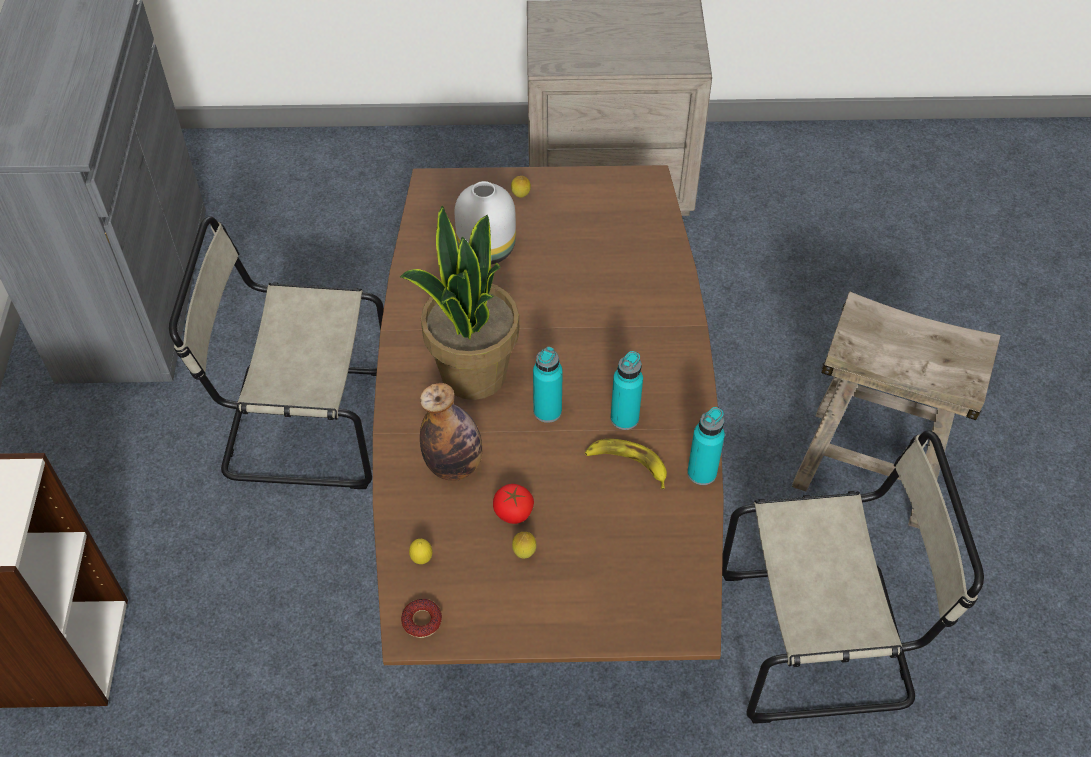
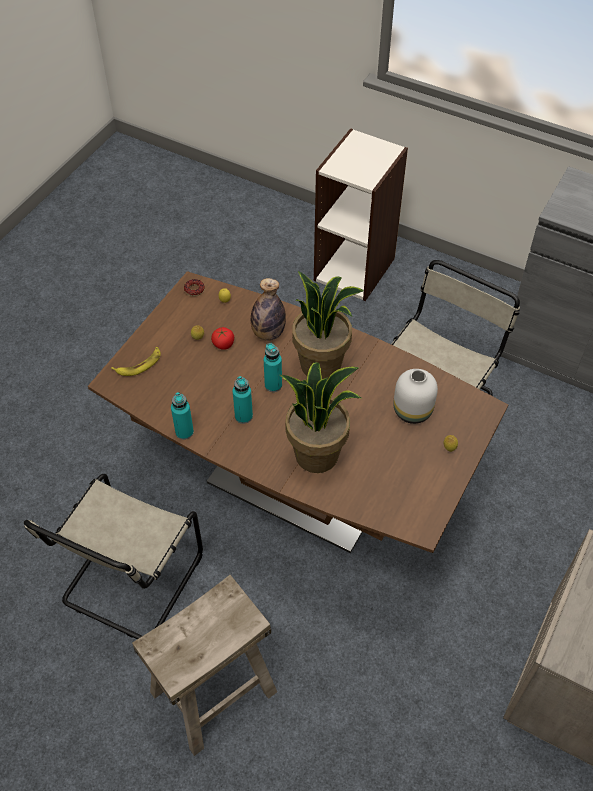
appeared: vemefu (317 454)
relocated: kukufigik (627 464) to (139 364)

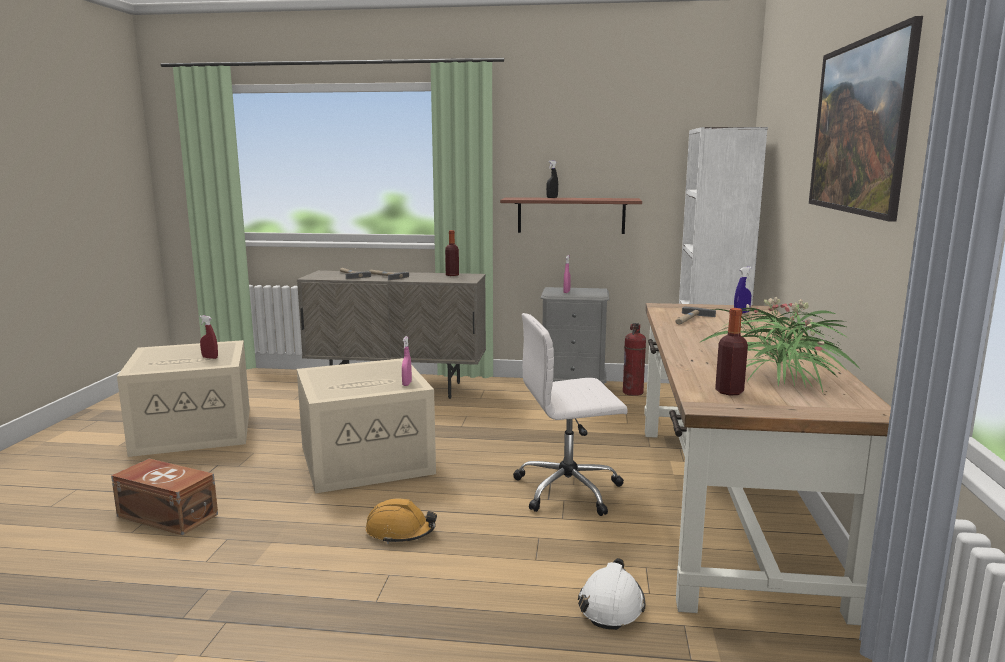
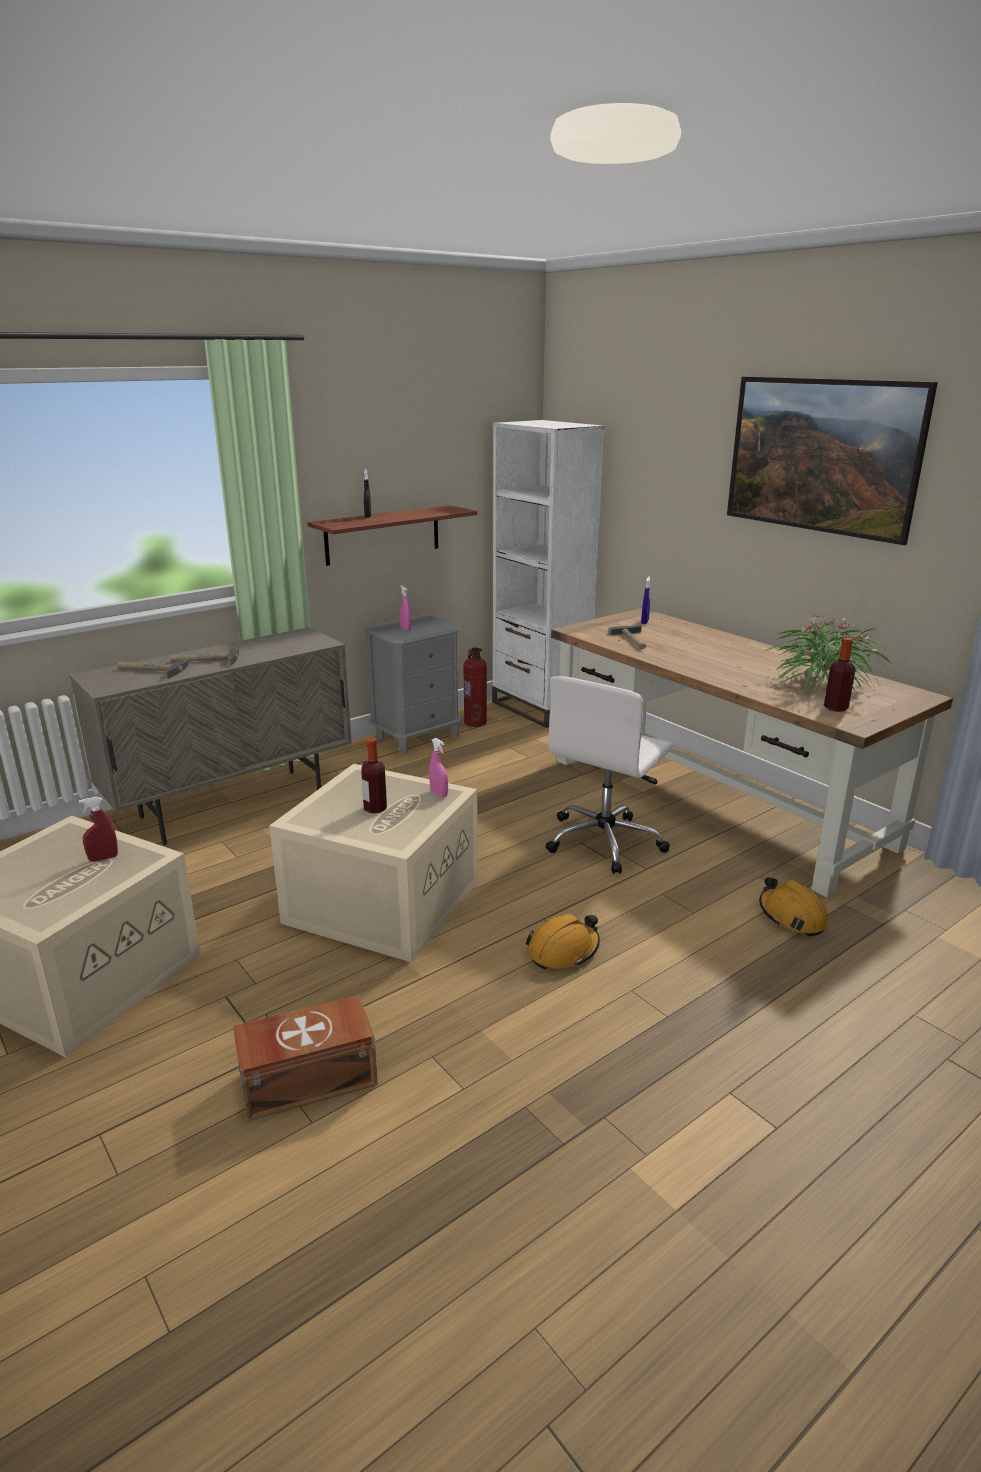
relocated: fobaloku (452 275) to (375 808)
colour: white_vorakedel (611 605) to orange_vorakedel (792 916)

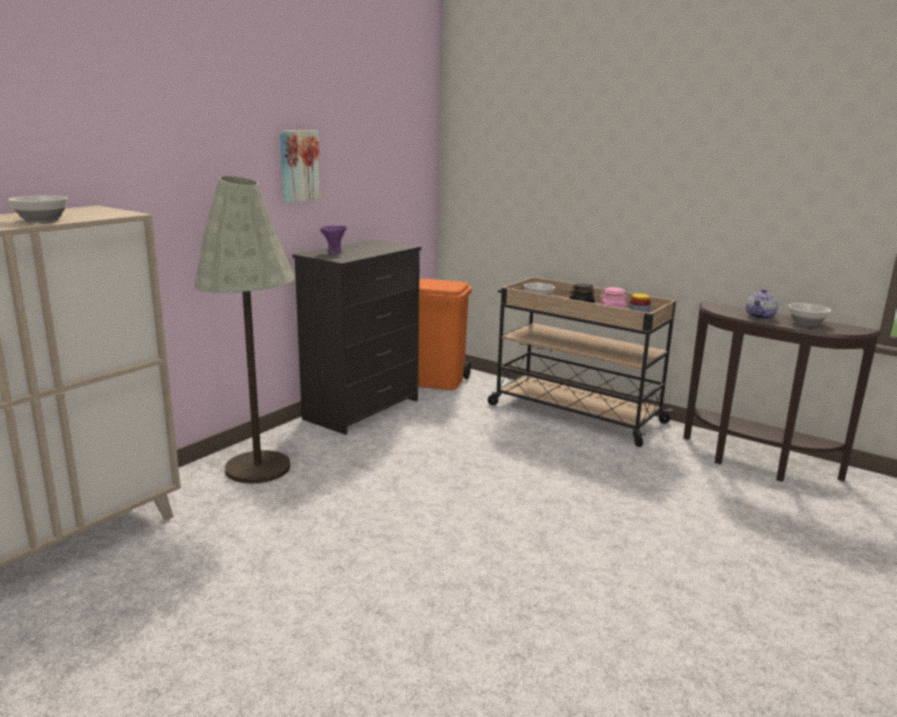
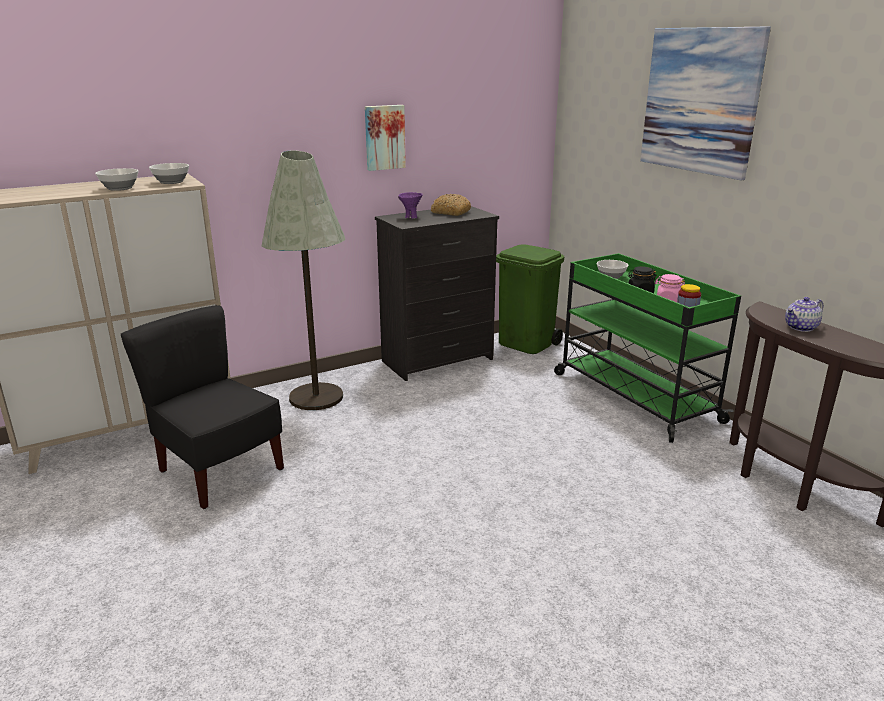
appeared: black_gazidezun (219 471); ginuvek (450 212); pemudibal (700 101)
relocated: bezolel (806 323) to (170 182)
colour: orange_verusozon (438 381) to green_verusozon (526 344); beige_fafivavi (574 413) to green_fafivavi (633 396)

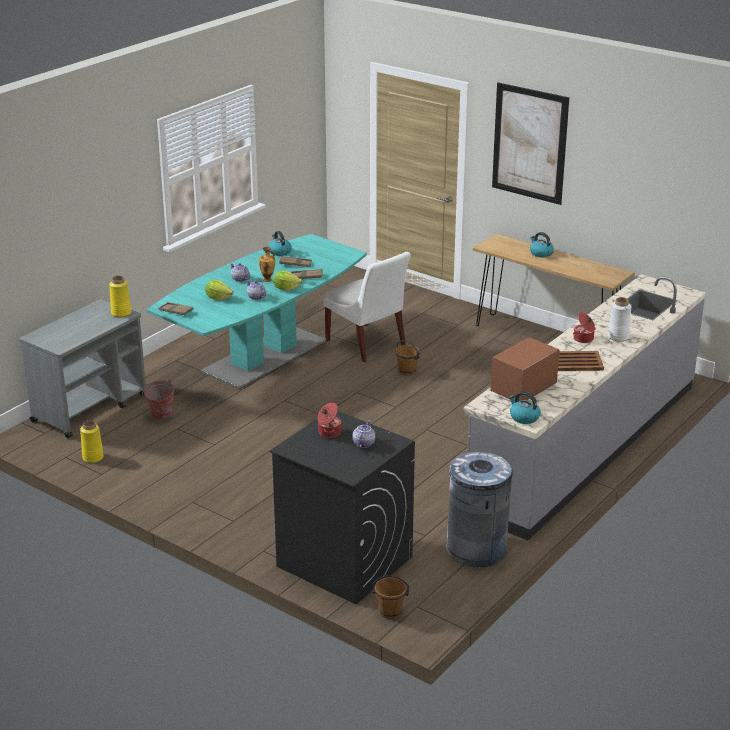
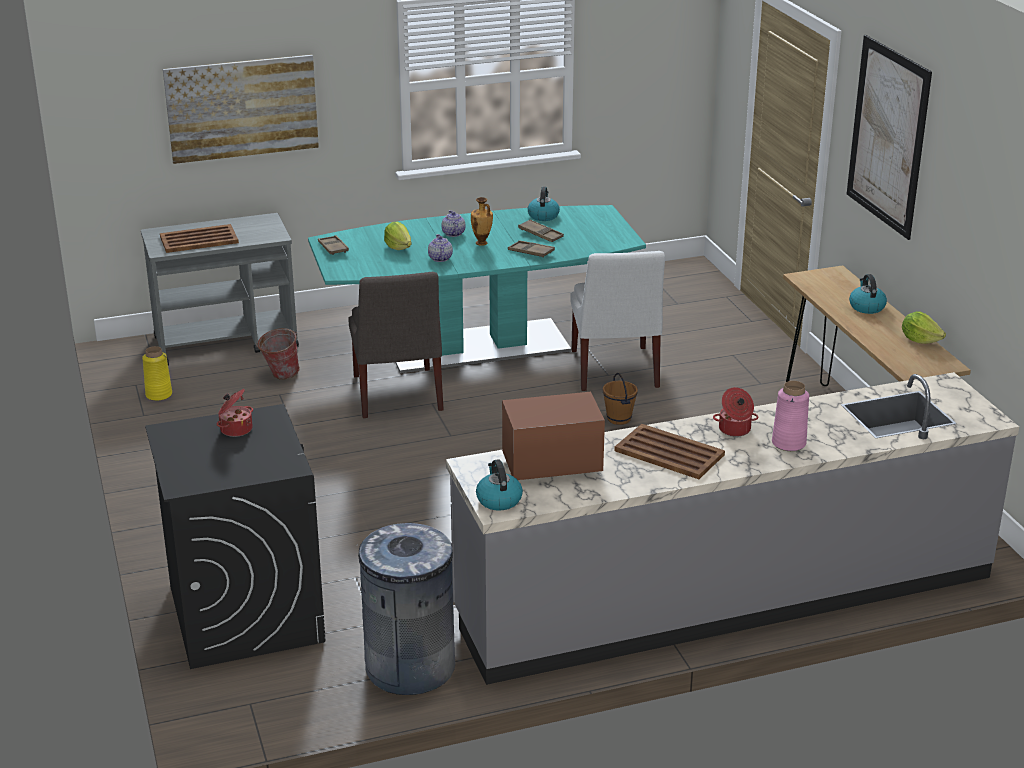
missing: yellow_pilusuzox (121 313); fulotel (363 443); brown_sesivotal (390 612)
appeared: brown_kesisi (200 240); pemudibal (242 108); grey_gazidezun (397 395)
relocated: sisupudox (286 288) to (920 340)
colour: white_pilusuzox (618 337) to pink_pilusuzox (789 443)

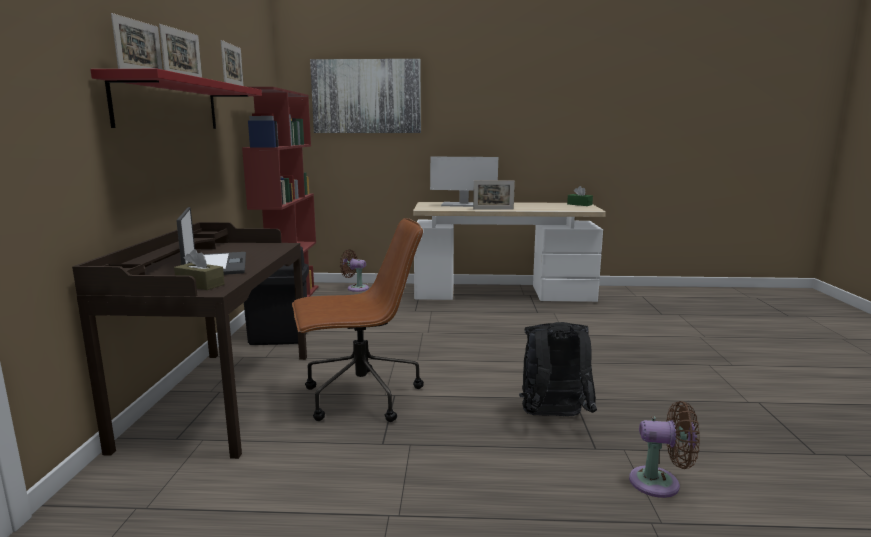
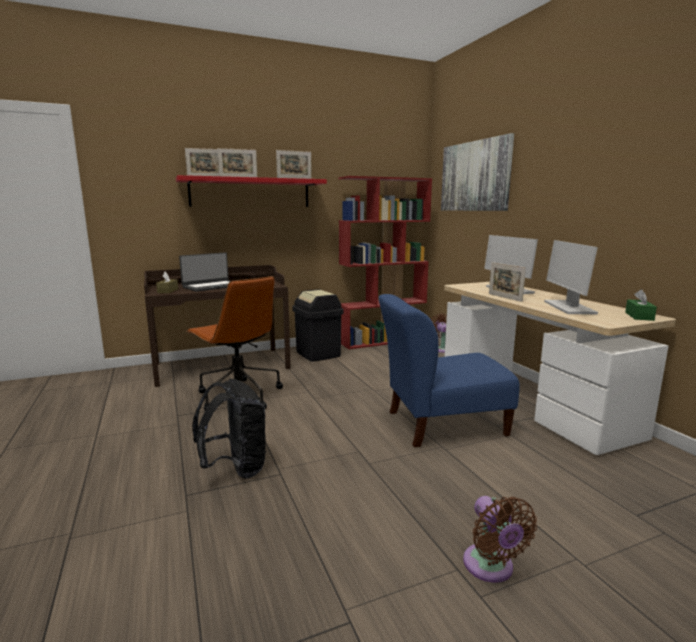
appeared: blue_gazidezun (441 424); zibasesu (568 307)
relocated: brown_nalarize (660 483) to (491 568)

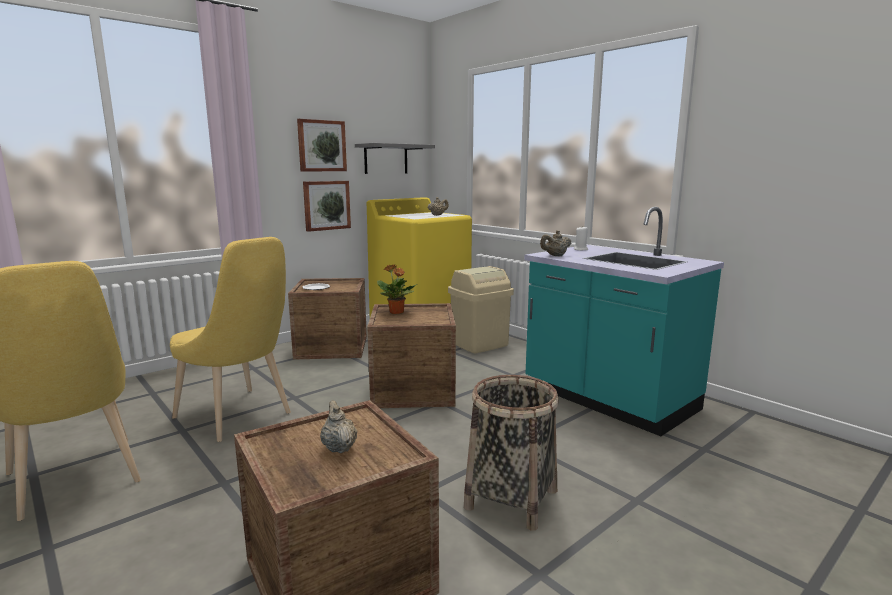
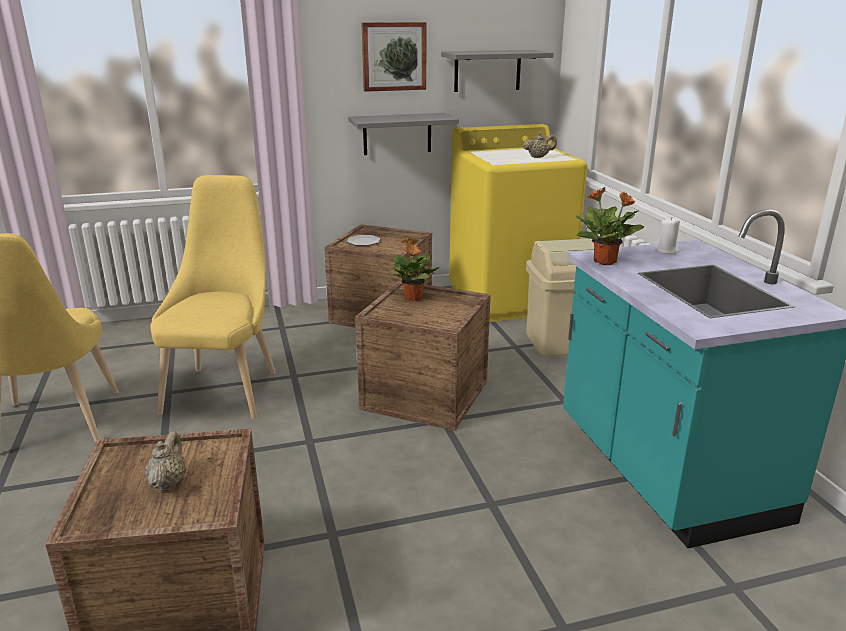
missing: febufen (511 498)
exchanged: pemudibal (326 205) to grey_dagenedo (397 134); beige_fulotel (555 256) to vemefu (605 262)
spun: yellow_gazidezun (238 417) = (225 389) 150 degrees counterclockwise

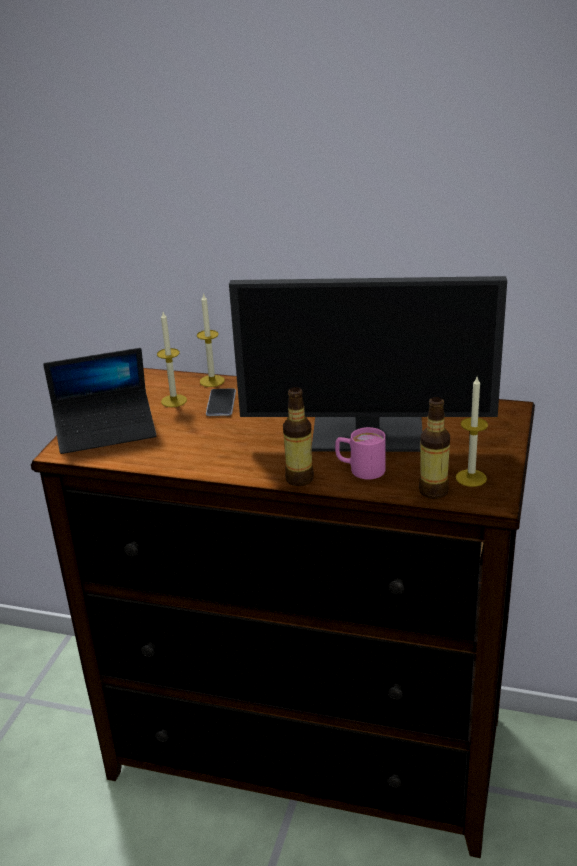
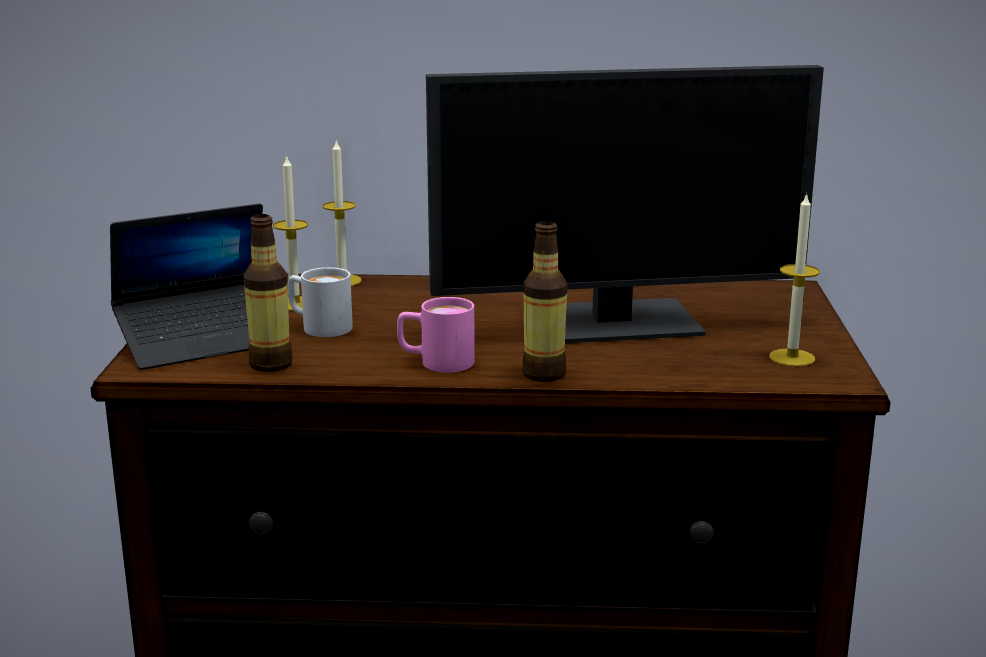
missing: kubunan (221 403)
appeared: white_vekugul (318 327)
relocated: fobaloku (433 491) to (270 365); pink_vekugul (360 469) to (436 362)

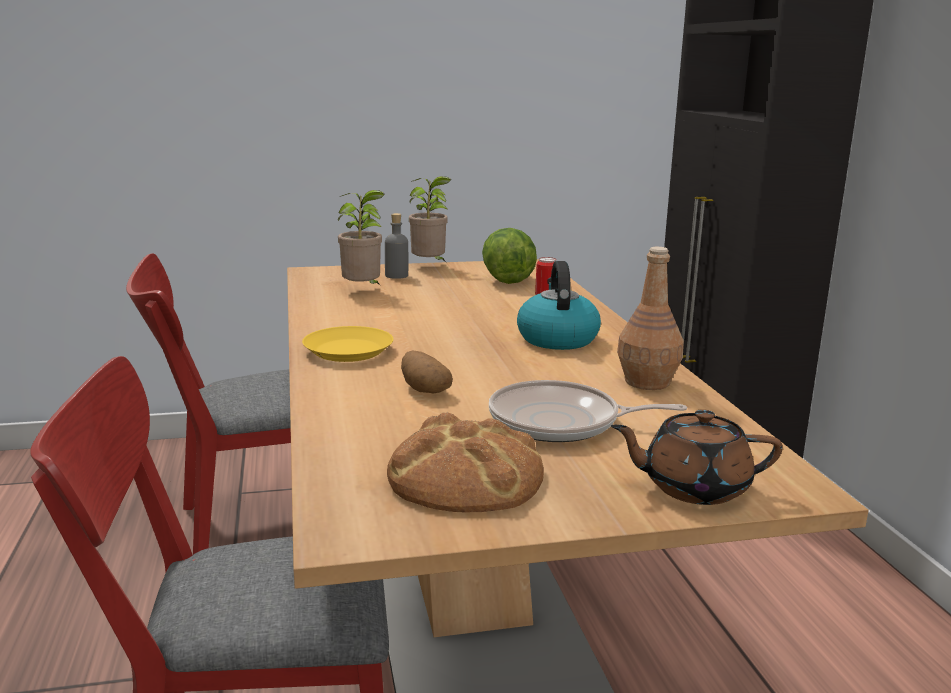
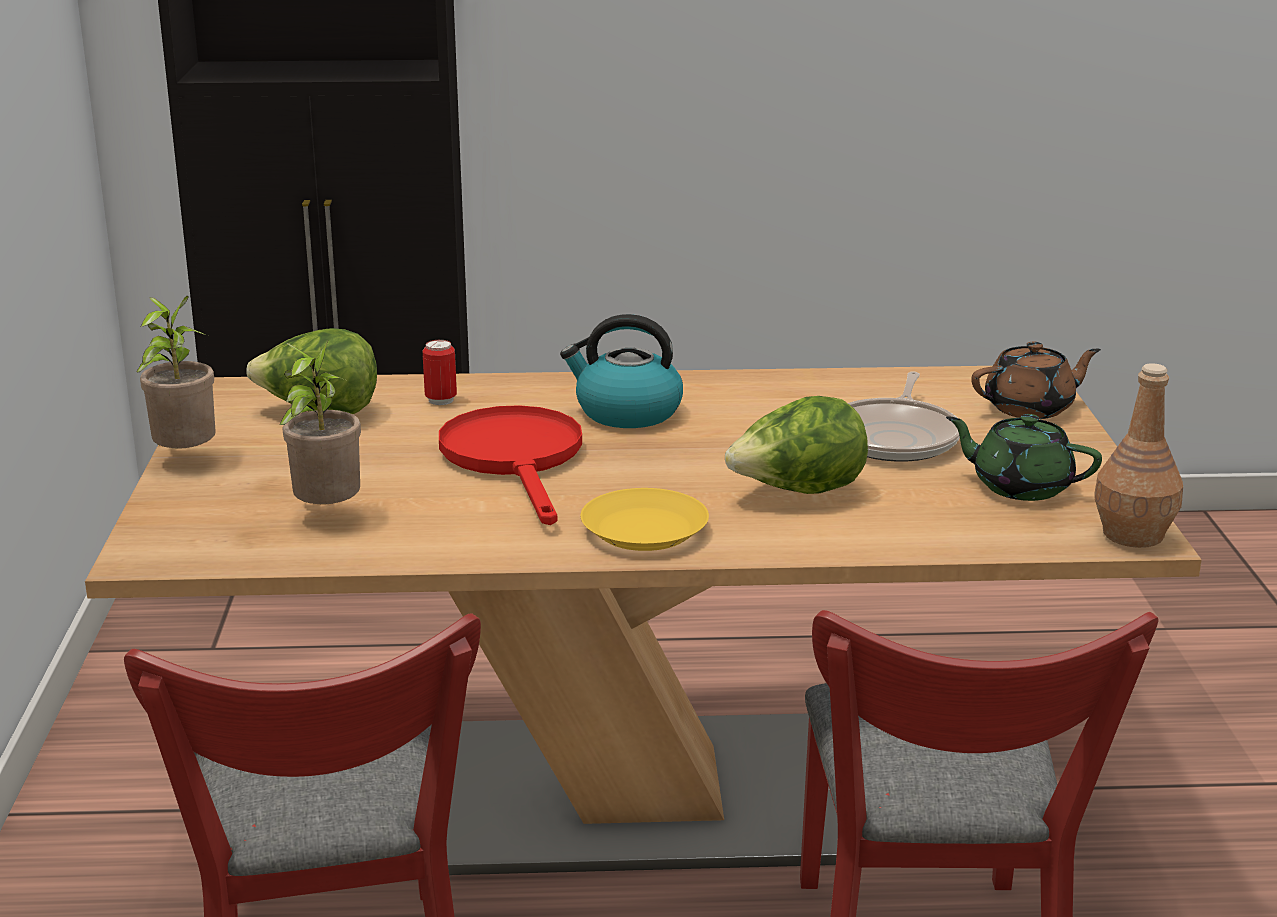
missing: grey_fobaloku (396 275)
appeared: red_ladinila (516 459)
relocated: brown_fobaloku (646 382) to (1132 535)
exchanged: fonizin (423 389) to sisupudox (798 492); ginuvek (465 475) to green_fulotel (1020 486)
spun: brown_fulotel (693 487) = (1031 408) 120 degrees counterclockwise

